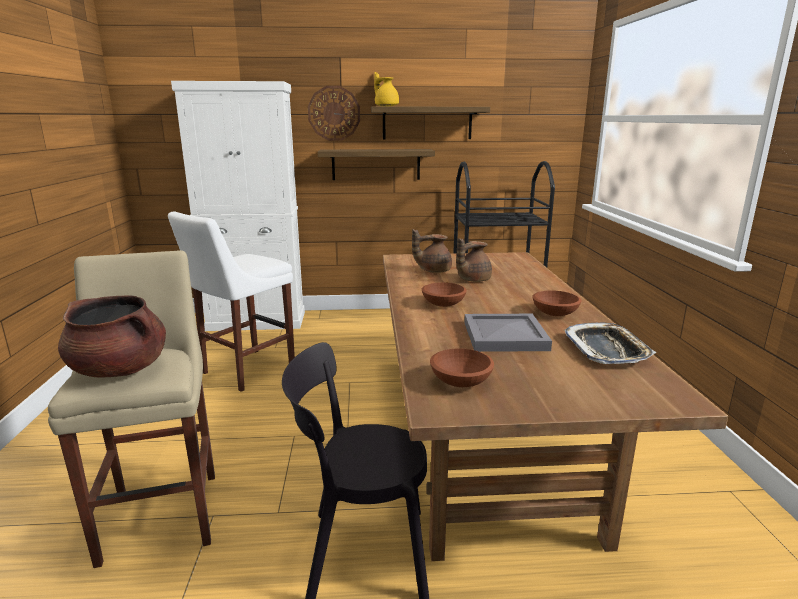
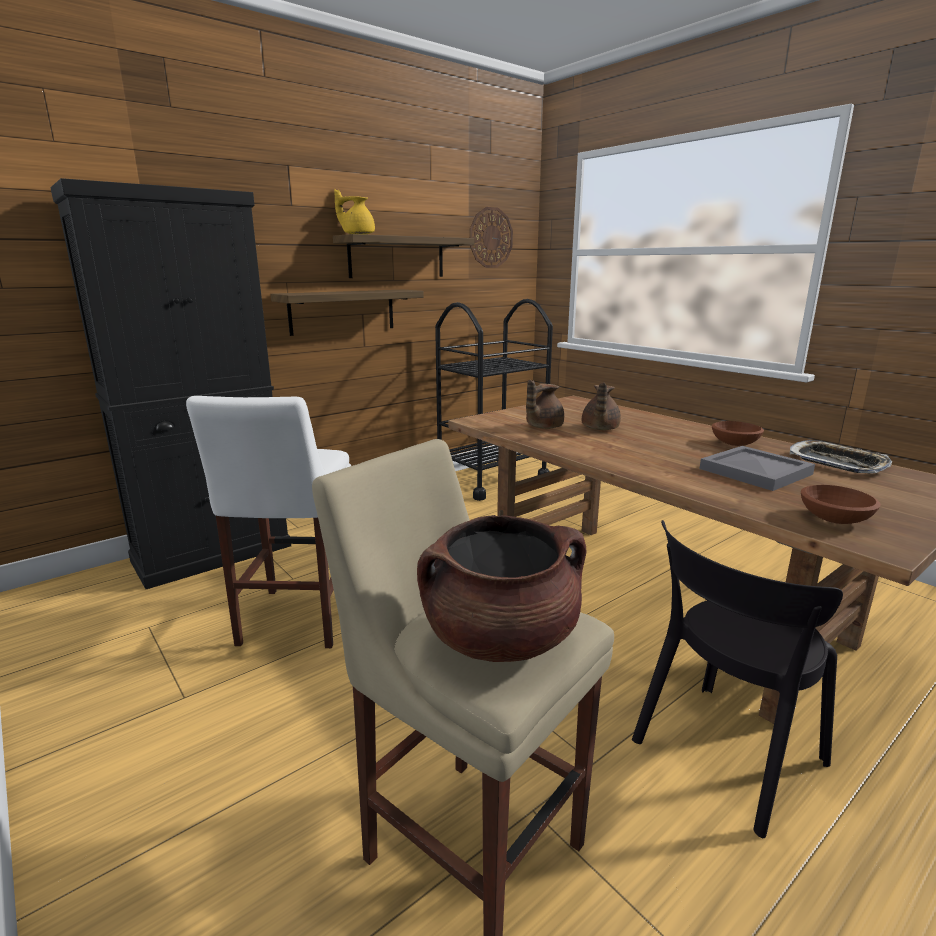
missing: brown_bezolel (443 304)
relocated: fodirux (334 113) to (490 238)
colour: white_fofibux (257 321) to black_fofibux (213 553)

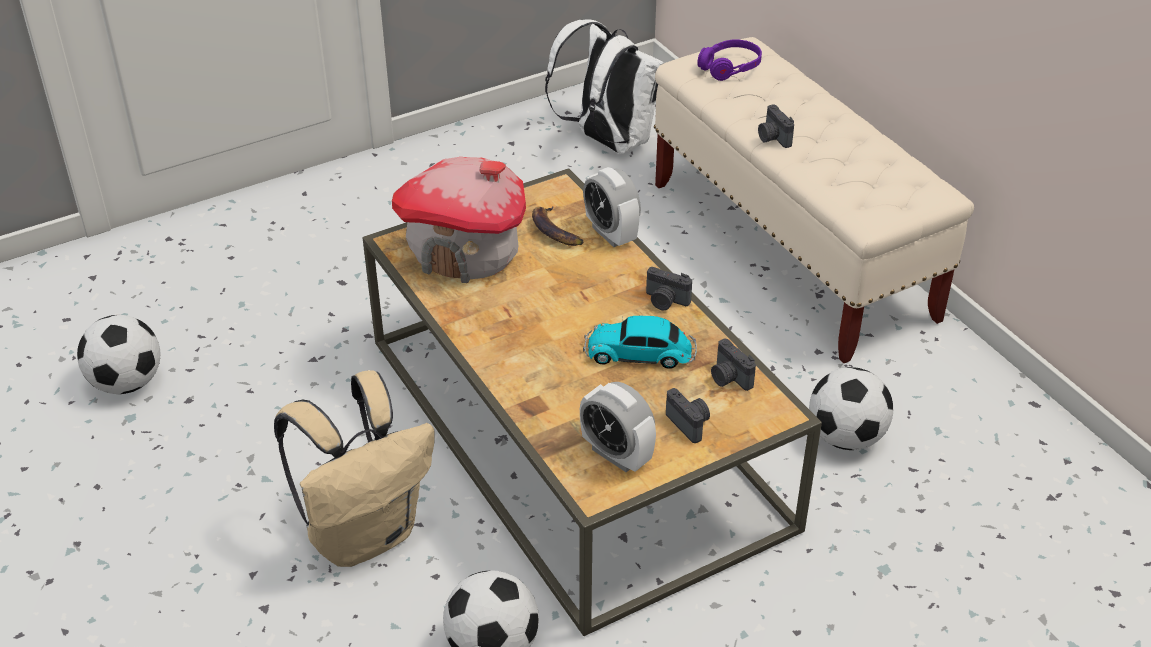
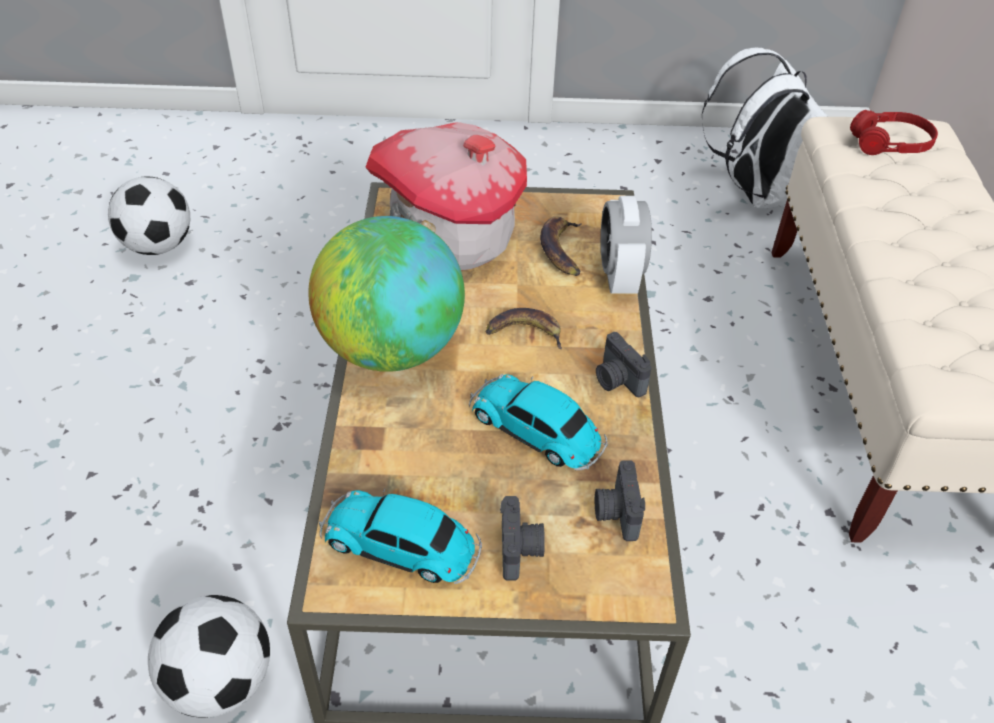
missing: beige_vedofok (365 534); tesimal (772 138); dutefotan (846 437)
appeared: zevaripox (391 348); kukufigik (524 332)
exchanged: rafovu (616 454) to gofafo (403 546)
colour: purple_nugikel (730 67) to red_nugikel (890 144)

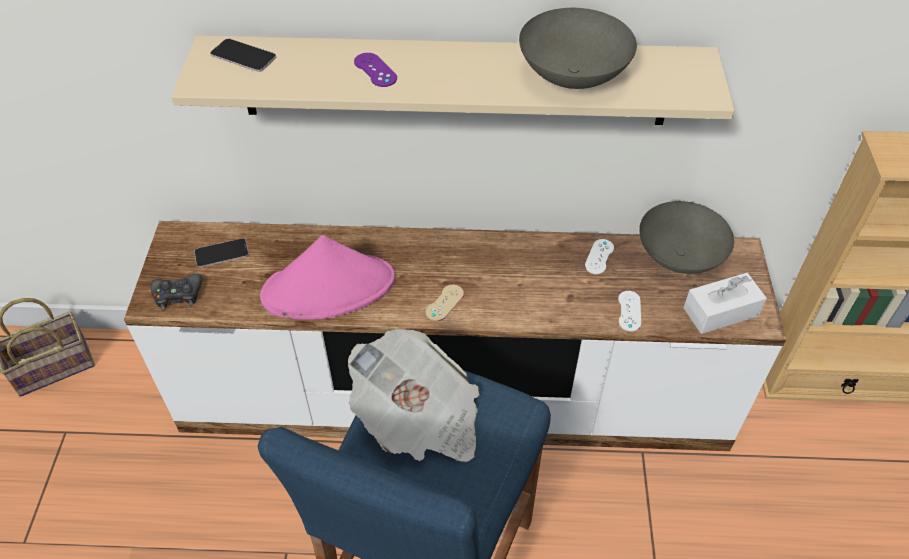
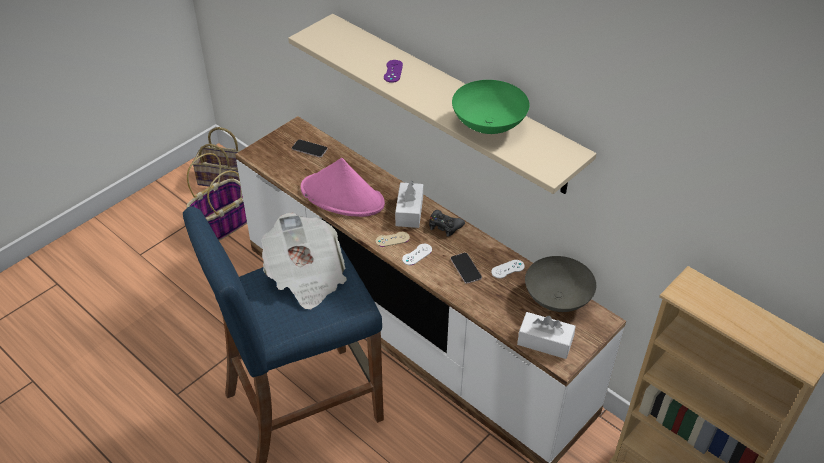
appeared: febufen (224 223); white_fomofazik (409 211)
relocated: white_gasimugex (629 311) to (417 254); black_gasimugex (178 295) to (445 226); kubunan (243 56) to (466 268)
colour: grey_bezolel (571 77) to green_bezolel (487 125)

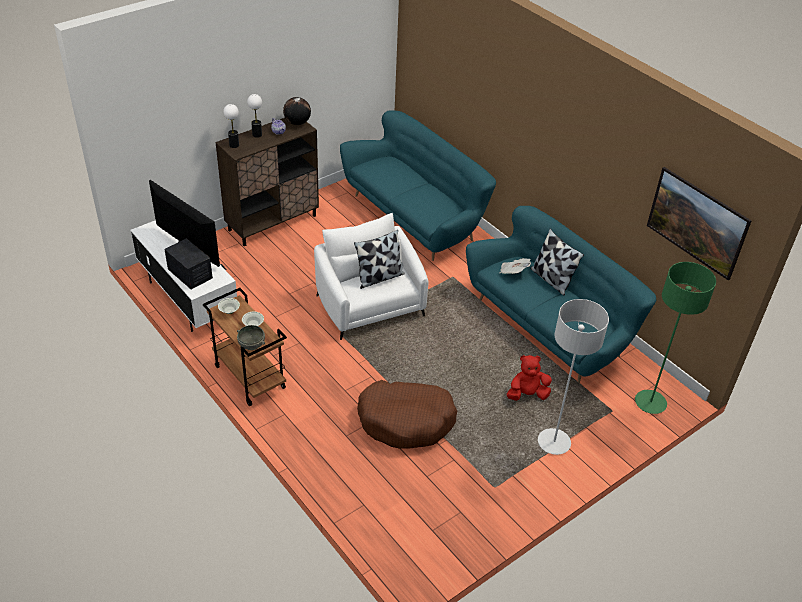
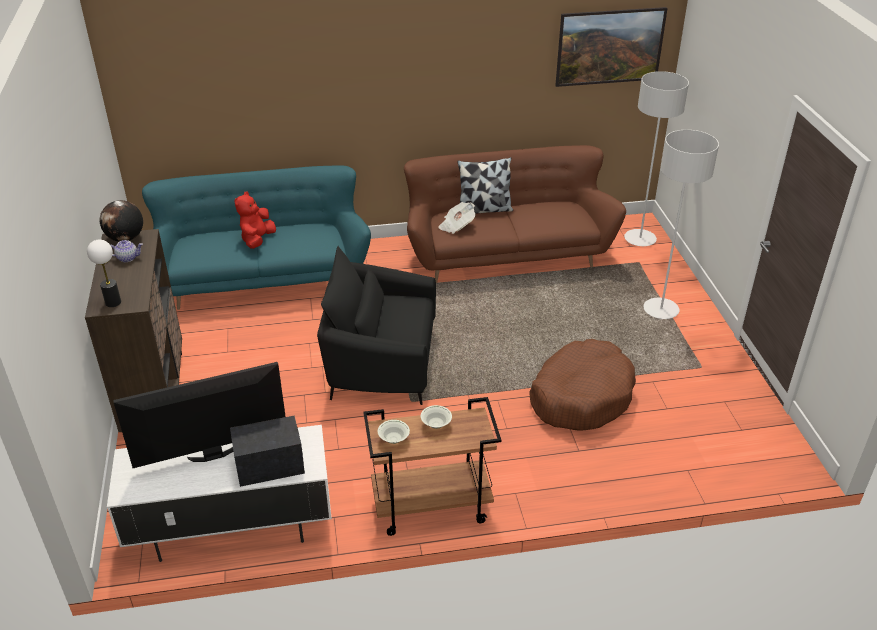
missing: grey_bezolel (252 344); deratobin (257 134); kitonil (379 277)
relocated: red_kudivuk (527 394) to (257 240)
colour: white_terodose (370 305) to black_terodose (381 362); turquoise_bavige (550 326) to brown_bavige (506 254); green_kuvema (650 403) to grey_kuvema (640 239)

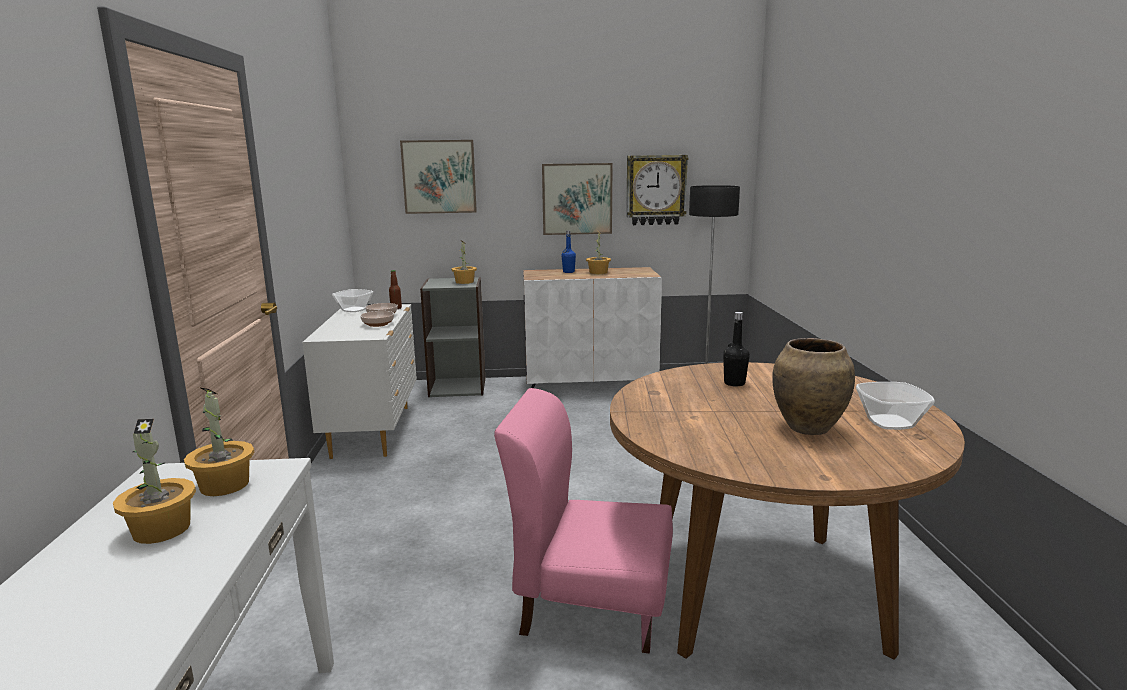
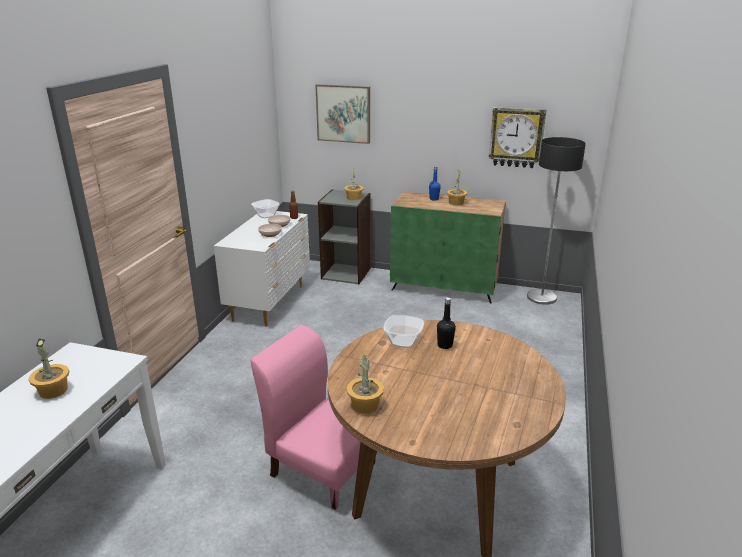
missing: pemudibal (577 199); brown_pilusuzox (808 428)
relocated: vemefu (223 485) to (365 405); bezolel (889 422) to (403 341)
colour: white_fofibux (591 384) to green_fofibux (444 287)

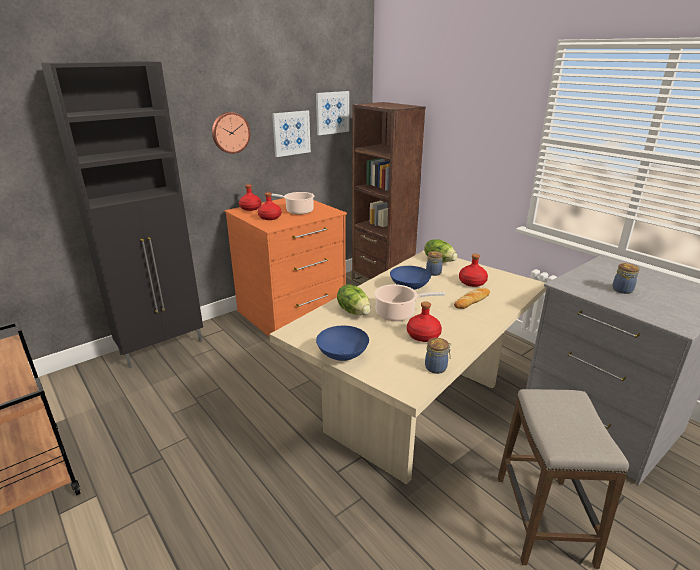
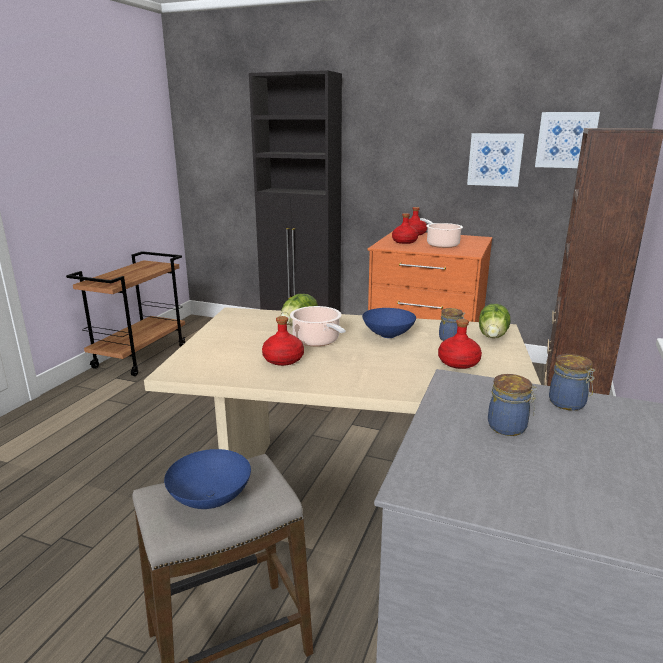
missing: fodirux (230 132); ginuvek (472 300)
relocated: blue_bezolel (342 356) to (209 499); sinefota (437 368) to (568 404)

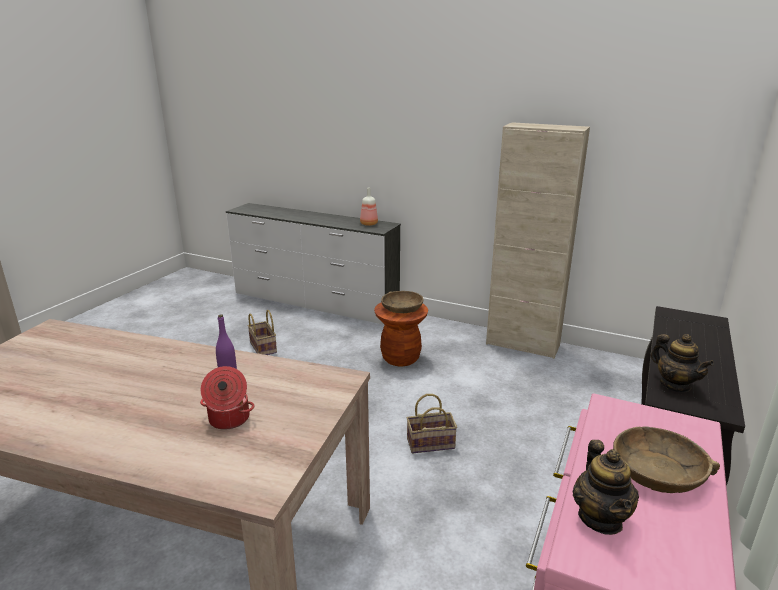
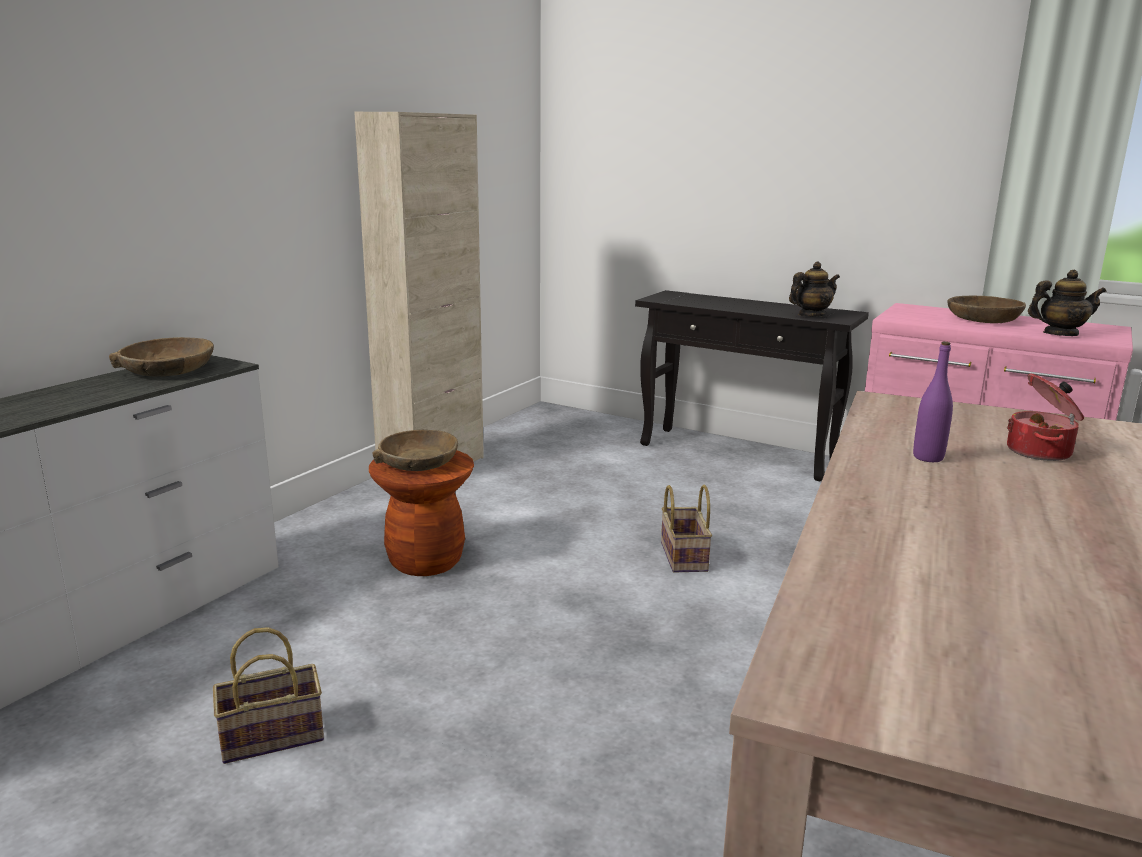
exchanged: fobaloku (368 224) to brown_bezolel (168 370)

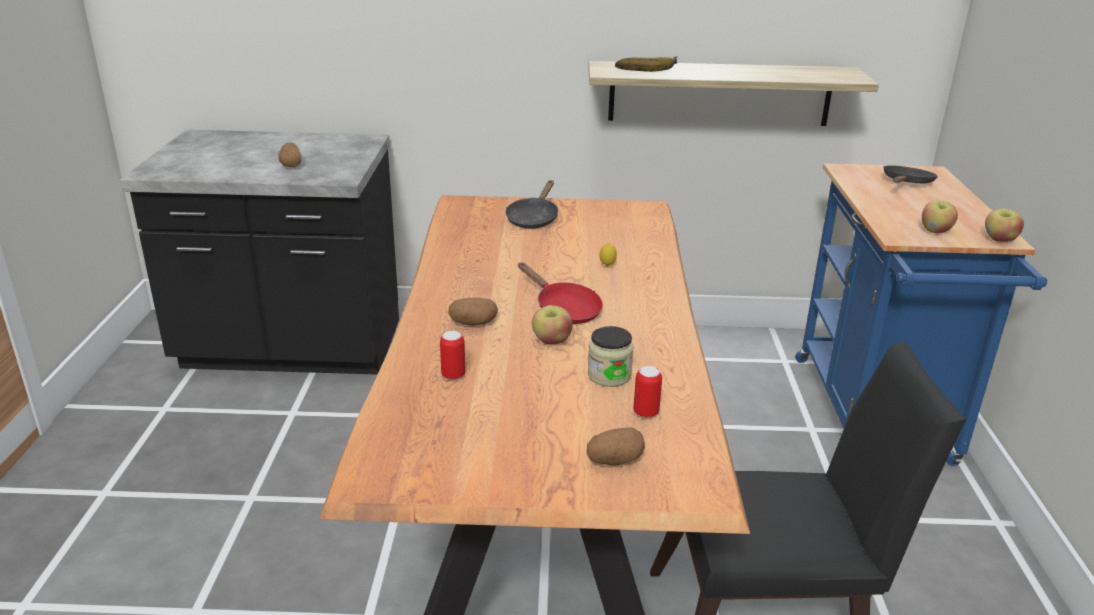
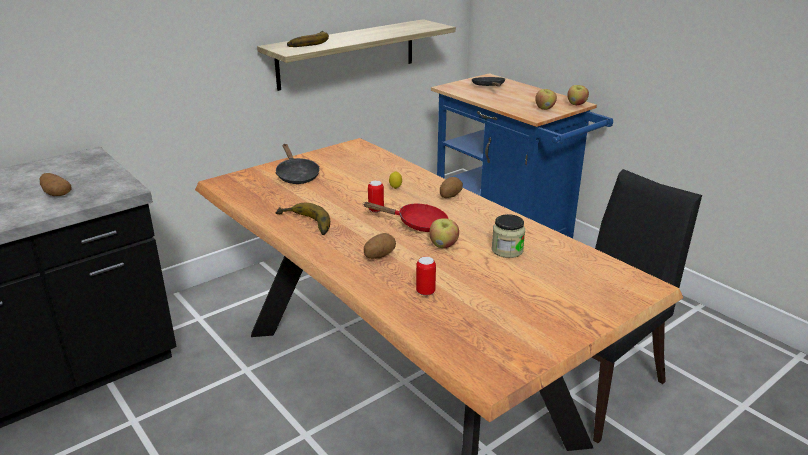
appeared: kukufigik (304 224)
relocated: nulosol (646 413) to (376 210); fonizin (615 460) to (449 196)

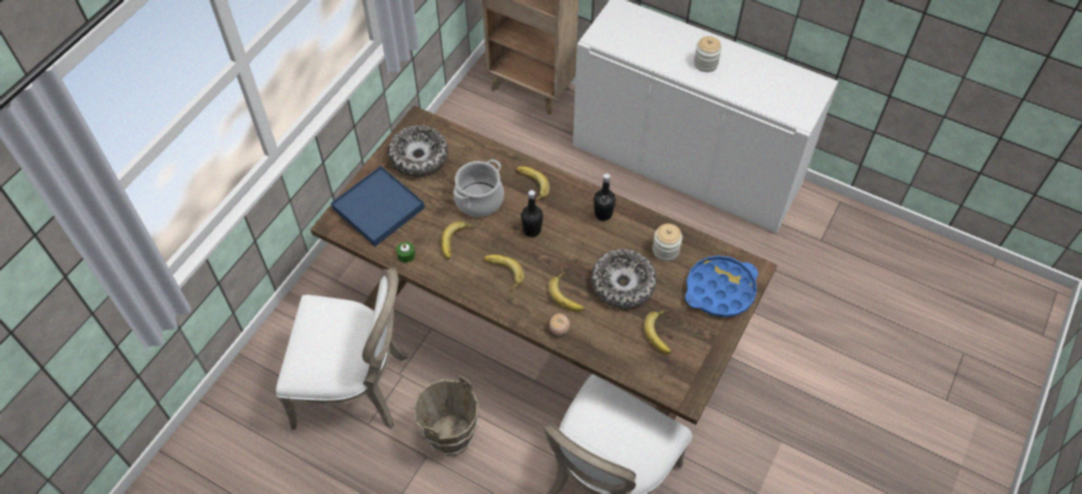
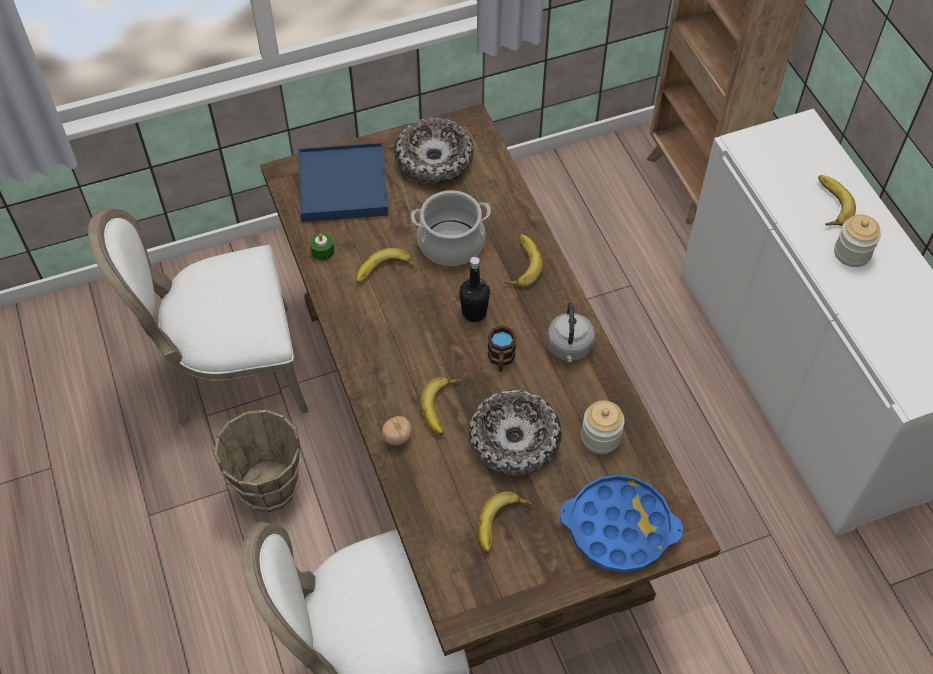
appeared: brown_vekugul (501 360)
relocated: kukufigik (502 273) to (828 204)
exchanged: black_fobaloku (603 214) to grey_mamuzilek (569 348)
spun: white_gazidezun (356 386) = (230 371) 120 degrees clockwise

